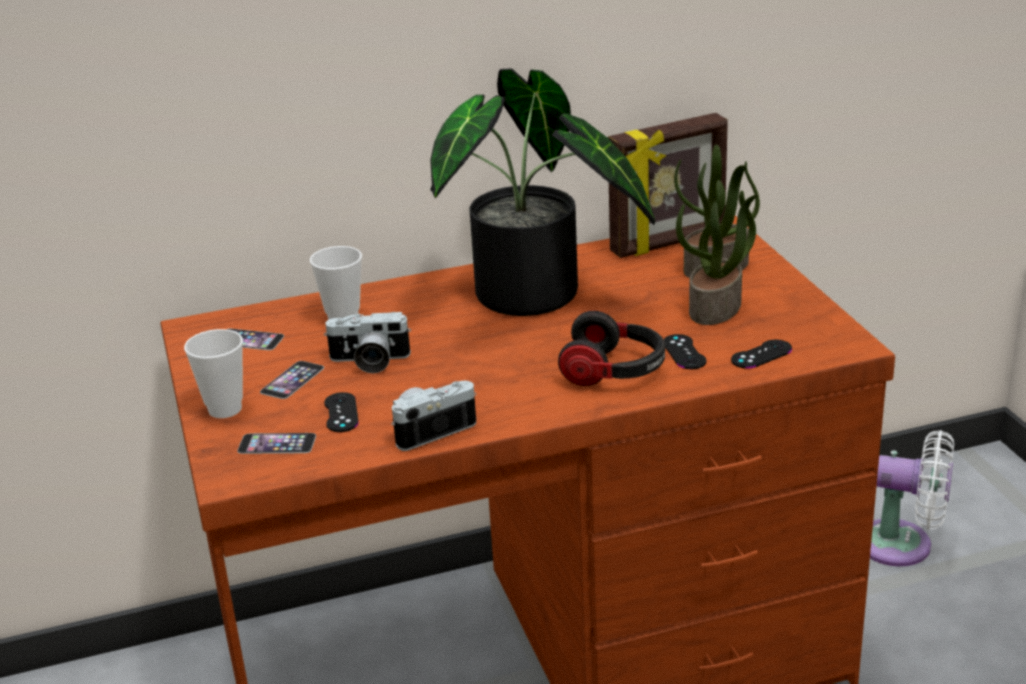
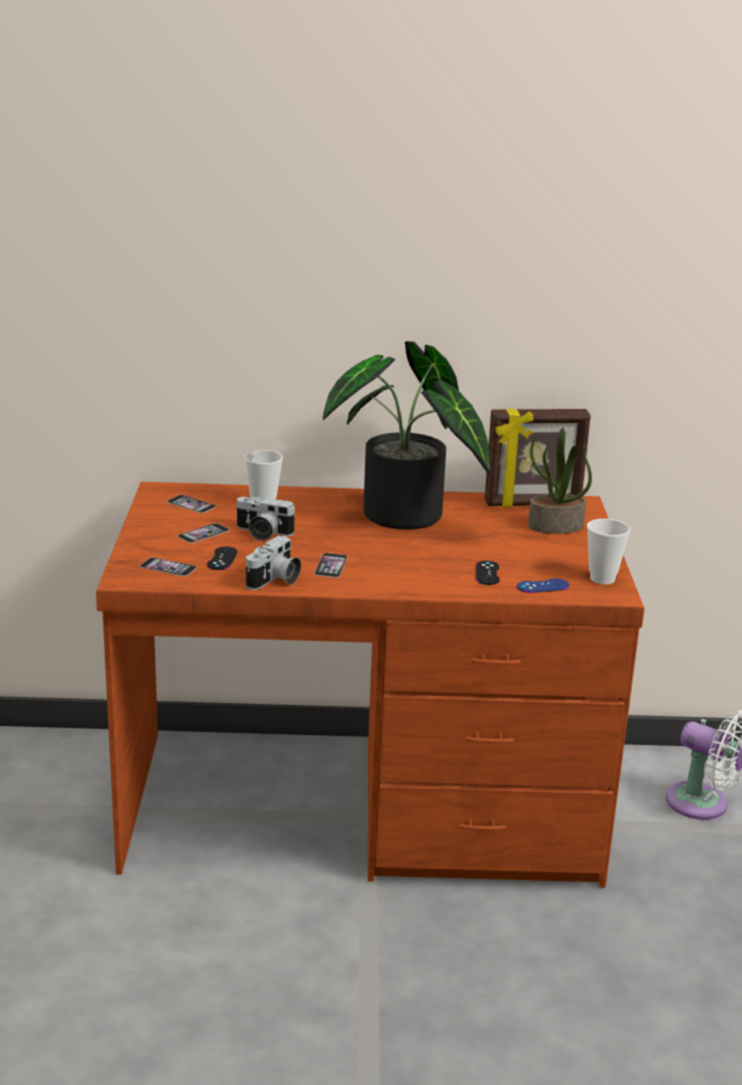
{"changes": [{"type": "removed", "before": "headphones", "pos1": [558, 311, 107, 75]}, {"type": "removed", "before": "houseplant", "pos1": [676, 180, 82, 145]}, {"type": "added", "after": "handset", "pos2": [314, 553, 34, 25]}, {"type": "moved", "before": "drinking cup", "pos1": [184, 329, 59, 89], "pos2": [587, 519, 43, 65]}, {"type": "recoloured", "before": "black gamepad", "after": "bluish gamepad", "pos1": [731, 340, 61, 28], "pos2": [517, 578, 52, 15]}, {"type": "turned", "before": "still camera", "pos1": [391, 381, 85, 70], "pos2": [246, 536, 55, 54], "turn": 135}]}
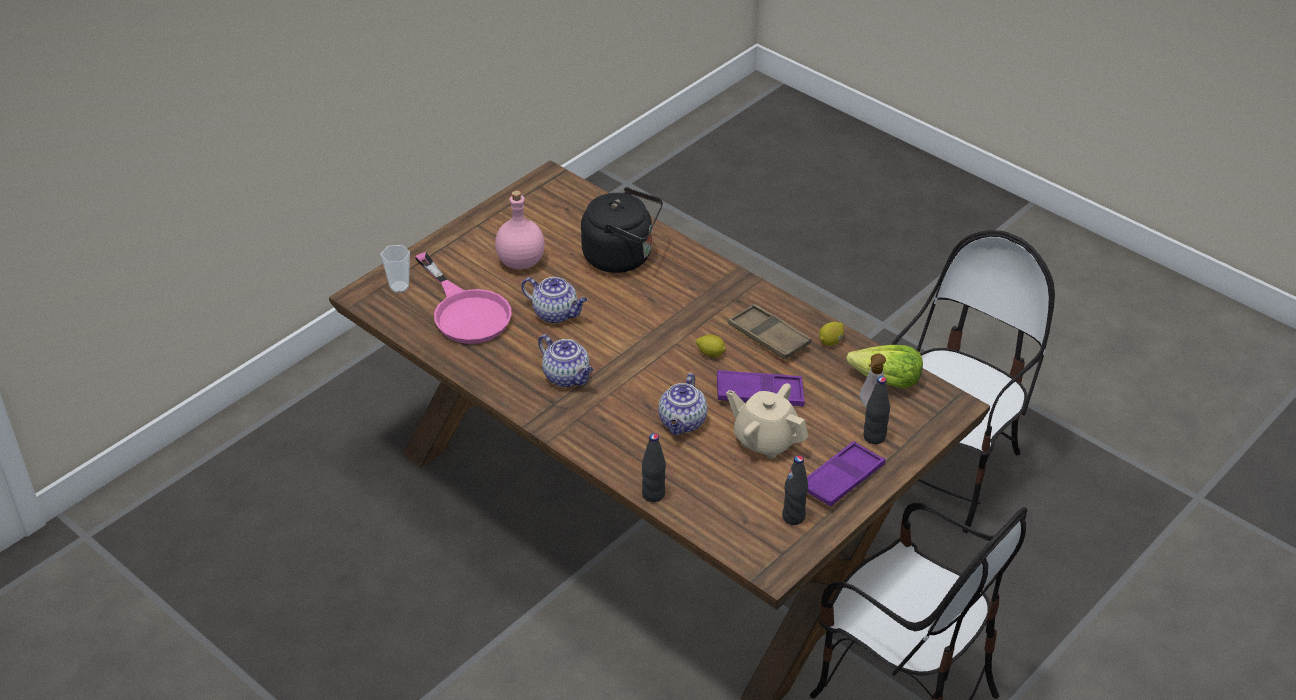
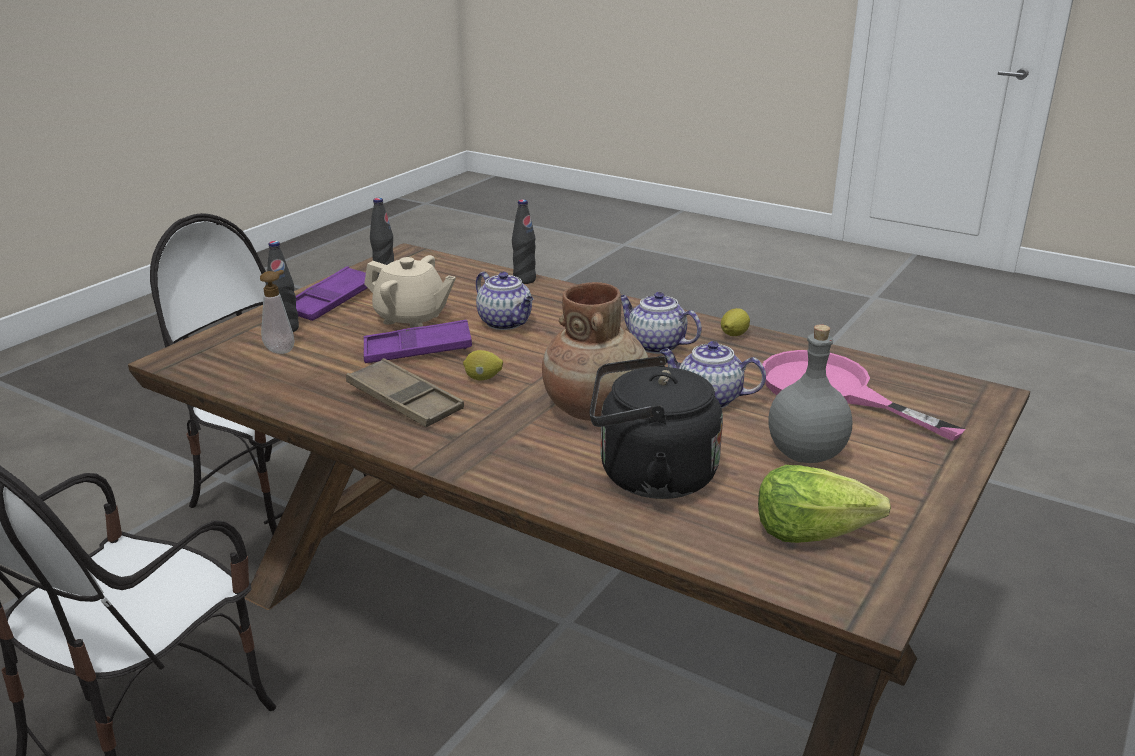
{"changes": [{"type": "removed", "before": "drinking cup", "pos1": [381, 245, 29, 48]}, {"type": "added", "after": "brownish decorative vase", "pos2": [542, 282, 106, 139]}, {"type": "moved", "before": "whole lemon", "pos1": [819, 322, 25, 24], "pos2": [721, 308, 29, 28]}, {"type": "moved", "before": "head of lettuce", "pos1": [846, 345, 77, 43], "pos2": [758, 465, 133, 78]}, {"type": "recoloured", "before": "pink-coloured bottle", "after": "gray bottle", "pos1": [495, 190, 50, 79], "pos2": [768, 324, 84, 139]}, {"type": "turned", "before": "pot for tea", "pos1": [659, 373, 48, 62], "pos2": [476, 272, 58, 58], "turn": 135}]}
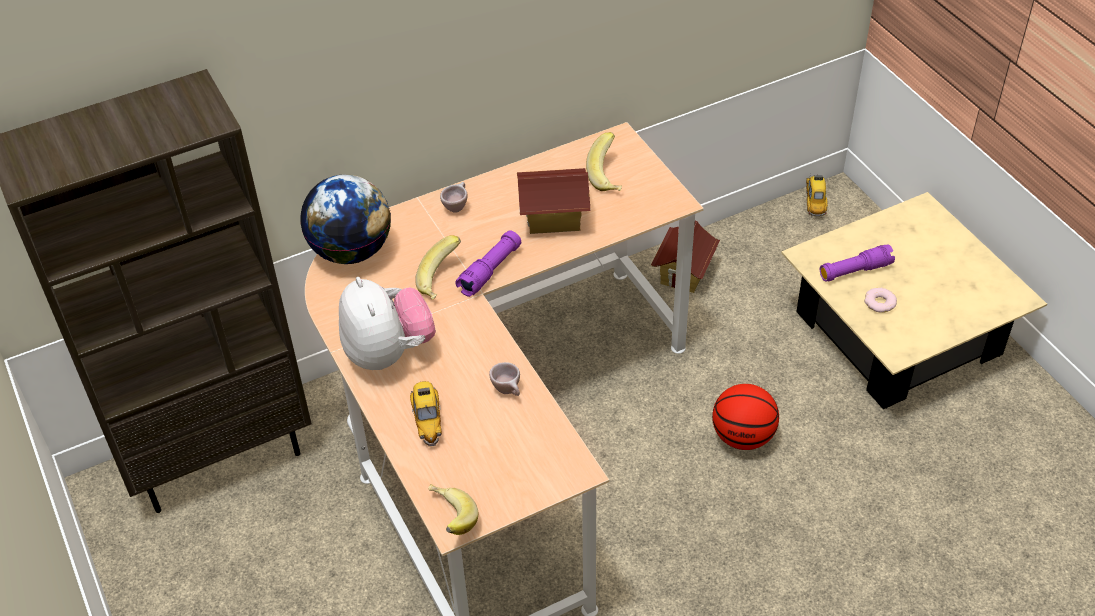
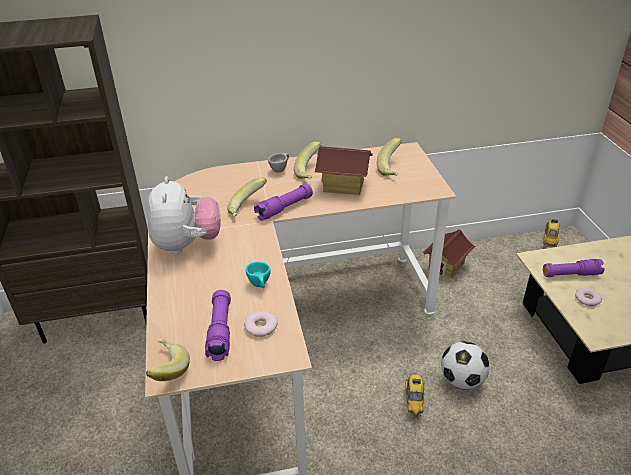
{"changes": [{"type": "removed", "before": "globe", "pos1": [300, 174, 91, 90]}, {"type": "added", "after": "purplish flashlight", "pos2": [205, 290, 26, 71]}, {"type": "added", "after": "ring doughnut", "pos2": [244, 311, 34, 26]}, {"type": "added", "after": "banana fruit", "pos2": [294, 141, 27, 38]}, {"type": "moved", "before": "miniature car", "pos1": [410, 381, 32, 66], "pos2": [405, 374, 20, 45]}, {"type": "replaced", "before": "basketball ball", "after": "football", "pos1": [712, 384, 67, 66], "pos2": [441, 341, 48, 48]}, {"type": "recoloured", "before": "beige drinking cup", "after": "blue-green drinking cup", "pos1": [489, 362, 31, 34], "pos2": [246, 262, 25, 26]}]}
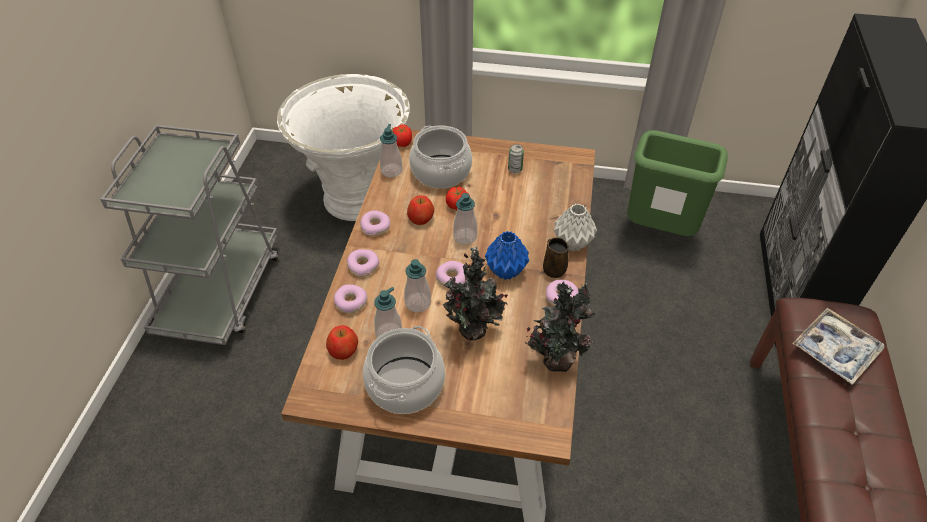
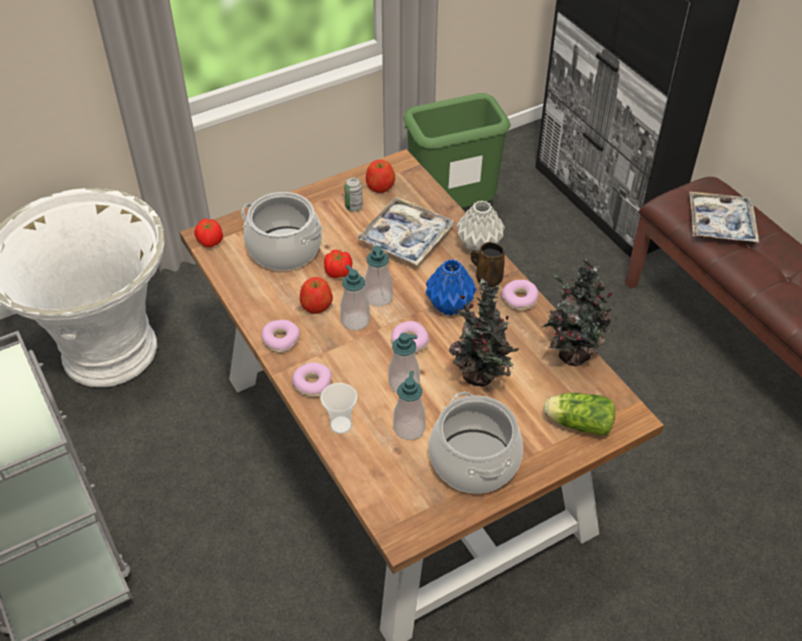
{"changes": [{"type": "added", "after": "carrying tray", "pos2": [356, 196, 98, 70]}, {"type": "added", "after": "head of lettuce", "pos2": [544, 393, 71, 43]}, {"type": "moved", "before": "apple", "pos1": [326, 325, 32, 35], "pos2": [366, 160, 29, 33]}, {"type": "moved", "before": "soap bottle", "pos1": [380, 124, 22, 53], "pos2": [340, 265, 30, 65]}, {"type": "replaced", "before": "ring doughnut", "after": "drinking cup", "pos1": [334, 284, 34, 29], "pos2": [321, 383, 36, 51]}]}
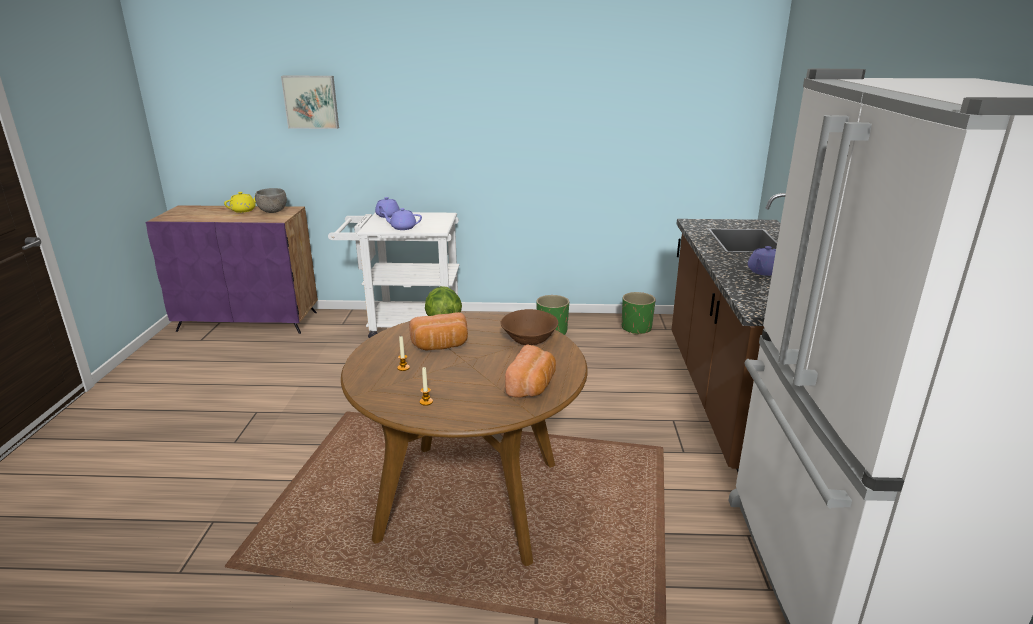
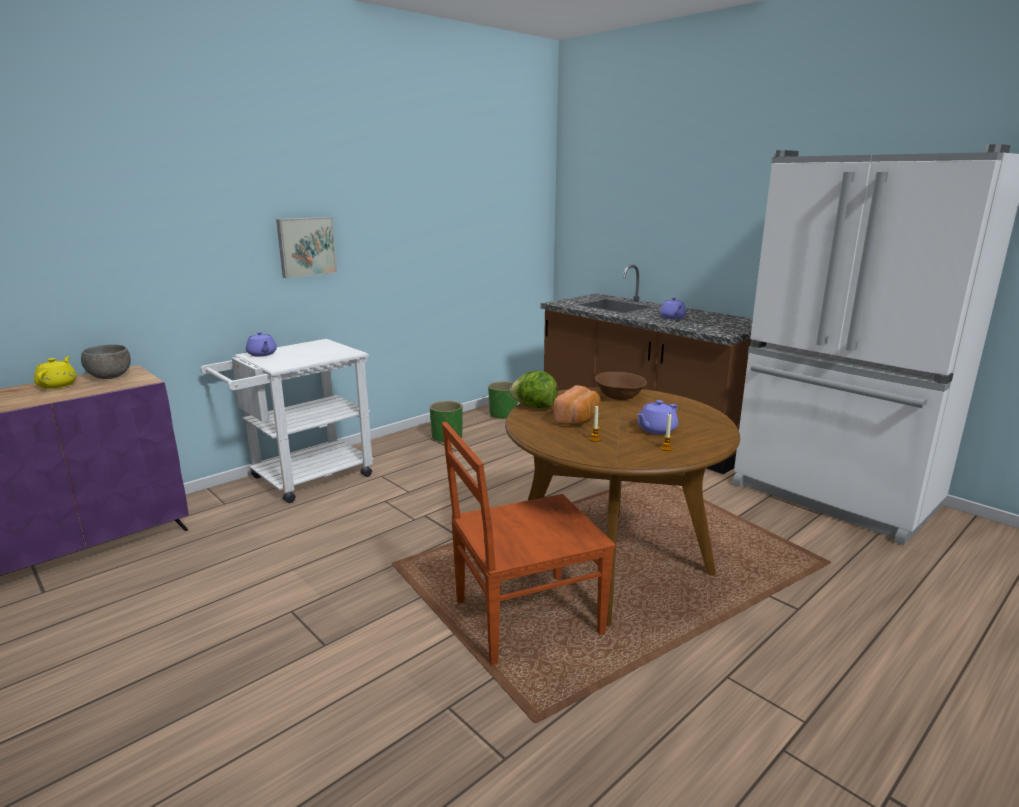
{"changes": [{"type": "removed", "before": "bakery bread", "pos1": [505, 345, 51, 52]}, {"type": "added", "after": "brownish plain chair", "pos2": [442, 422, 173, 243]}, {"type": "moved", "before": "wall picture", "pos1": [281, 76, 58, 53], "pos2": [276, 217, 61, 61]}, {"type": "moved", "before": "purplish pot for tea", "pos1": [381, 208, 41, 22], "pos2": [637, 400, 41, 34]}]}
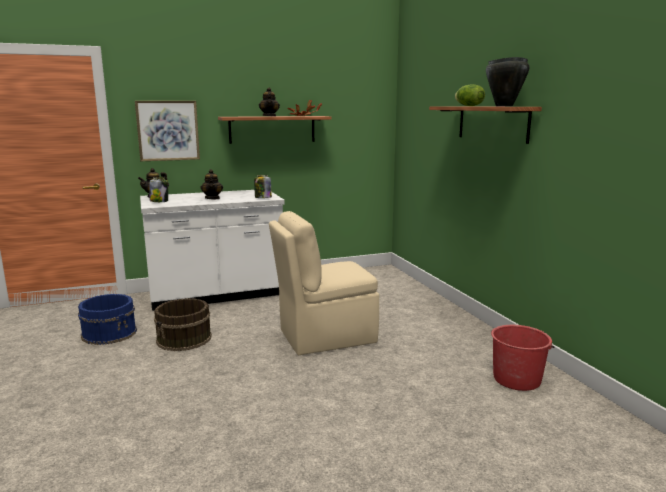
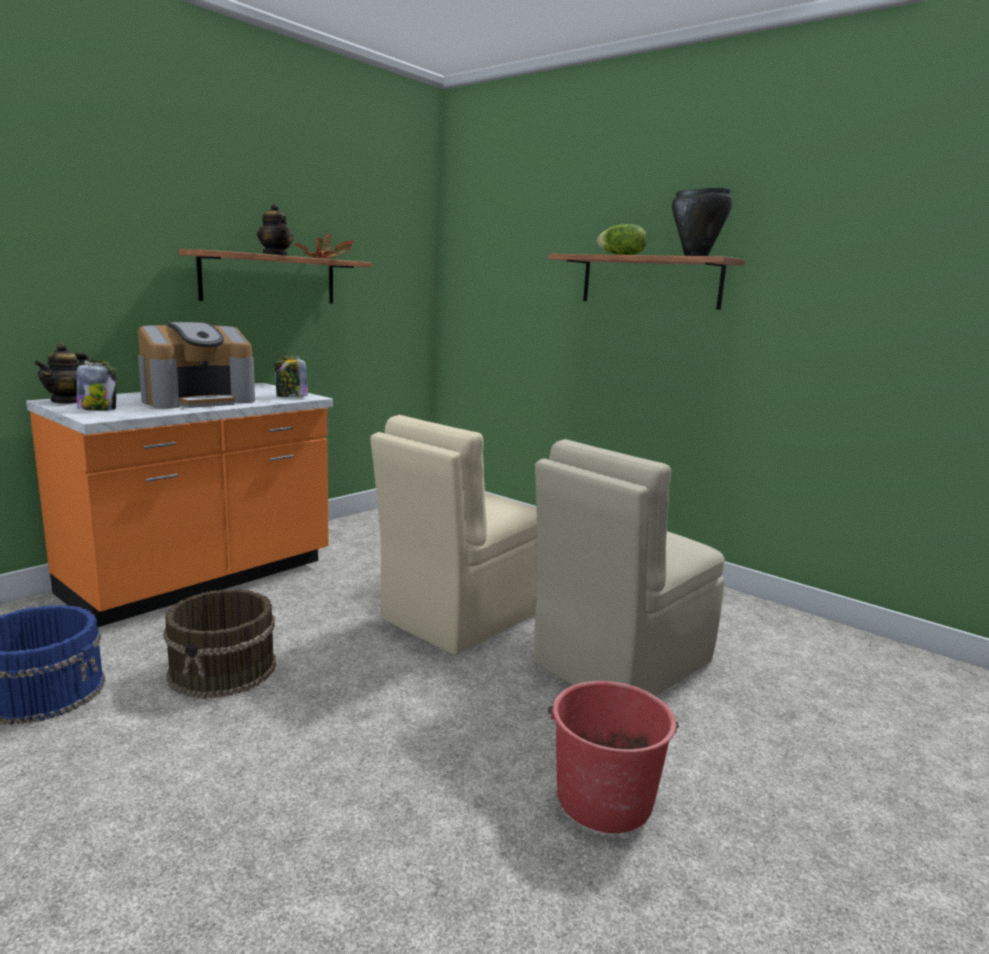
{"changes": [{"type": "removed", "before": "wall picture", "pos1": [135, 101, 65, 60]}, {"type": "added", "after": "beige plain chair", "pos2": [533, 439, 192, 257]}, {"type": "moved", "before": "reddish bucket", "pos1": [491, 325, 64, 66], "pos2": [548, 681, 131, 152]}, {"type": "replaced", "before": "pot for tea", "after": "coffee maker", "pos1": [201, 169, 22, 30], "pos2": [138, 322, 117, 87]}, {"type": "recoloured", "before": "white kitchen counter", "after": "orange kitchen counter", "pos1": [140, 190, 145, 121], "pos2": [26, 383, 307, 244]}]}
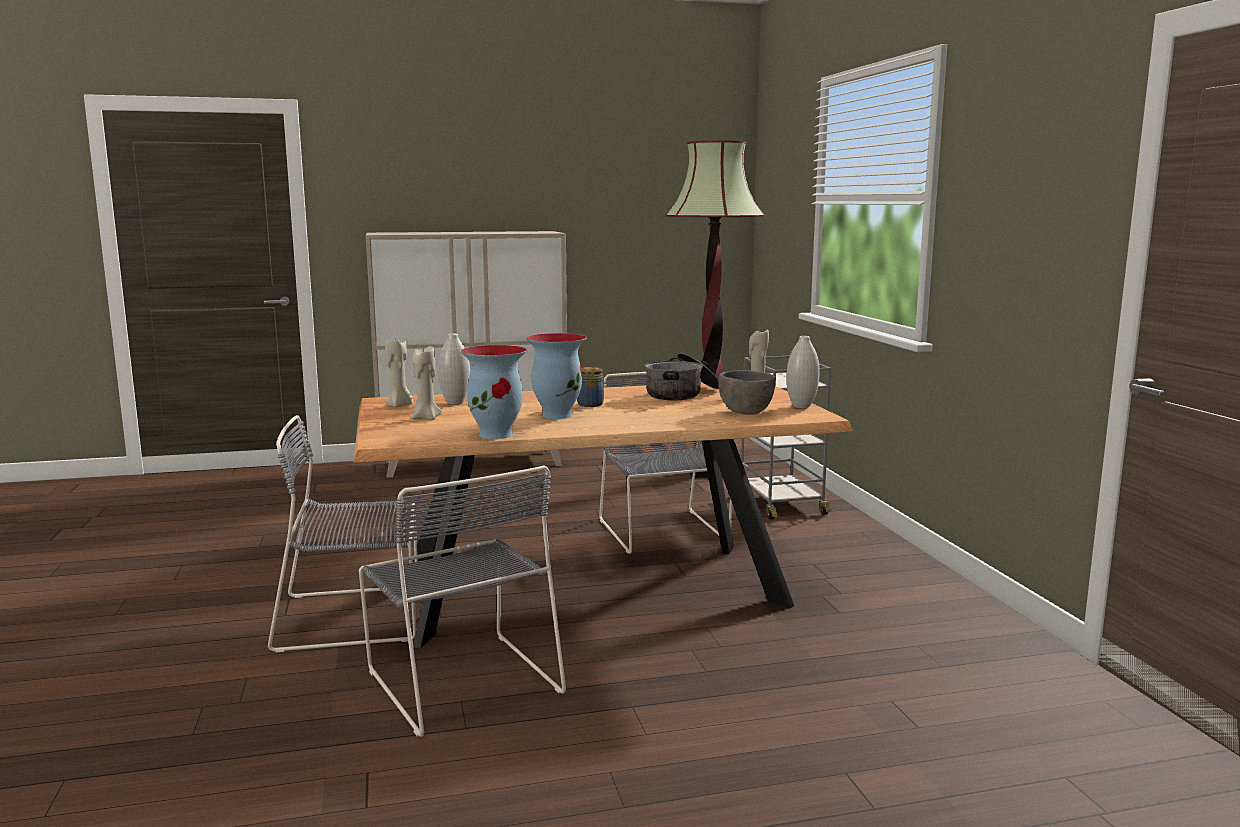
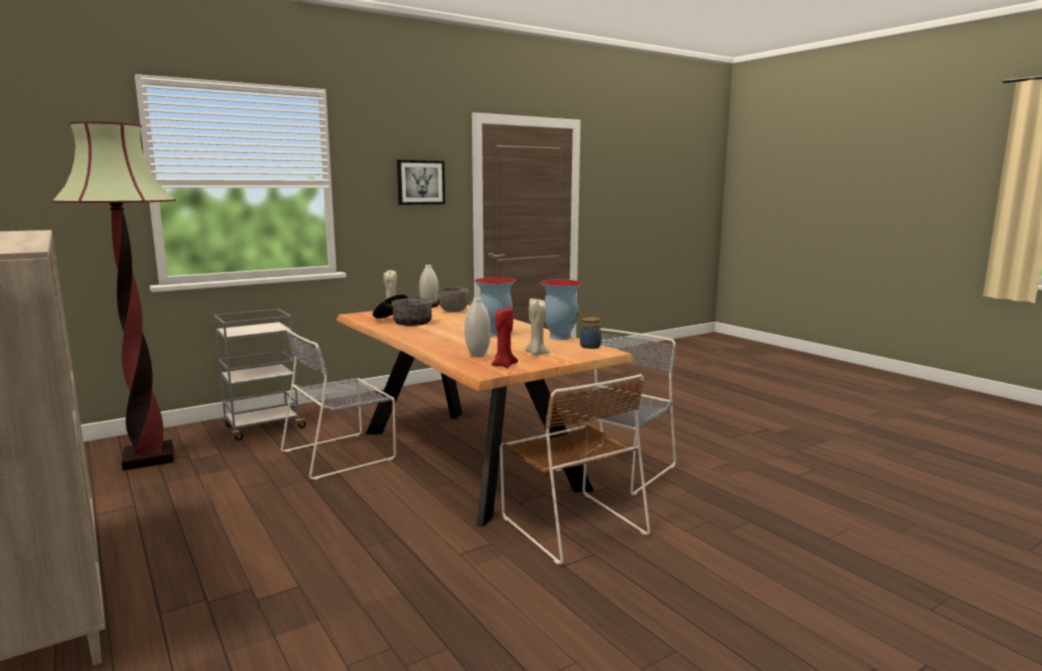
{"changes": [{"type": "added", "after": "wall picture", "pos2": [397, 160, 48, 45]}, {"type": "moved", "before": "storage jar", "pos1": [577, 367, 27, 40], "pos2": [580, 317, 21, 32]}, {"type": "recoloured", "before": "gray plain chair", "after": "brownish plain chair", "pos1": [268, 415, 150, 238], "pos2": [500, 374, 150, 191]}, {"type": "recoloured", "before": "beige candle", "after": "reddish candle", "pos1": [385, 338, 28, 69], "pos2": [491, 307, 27, 61]}]}
